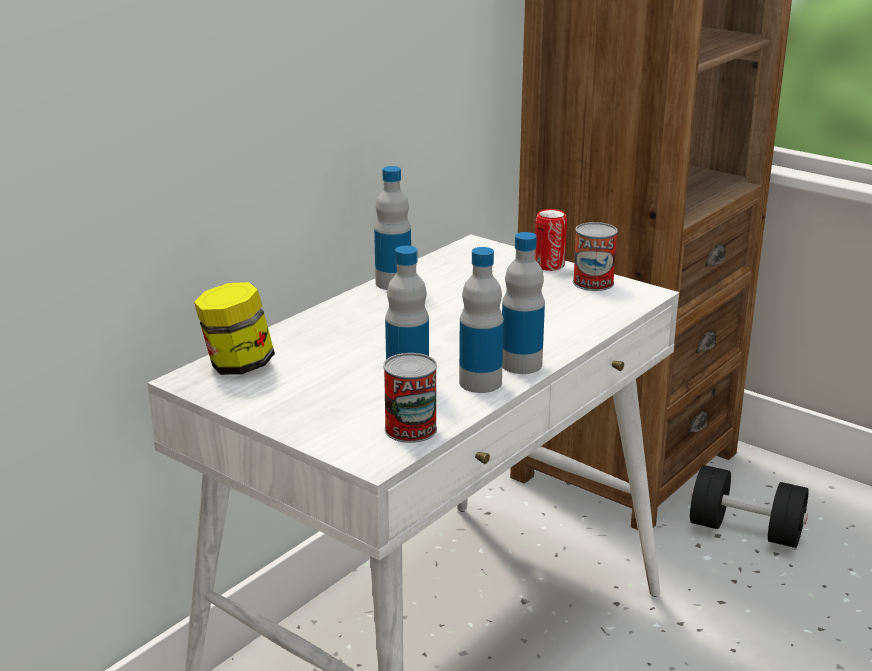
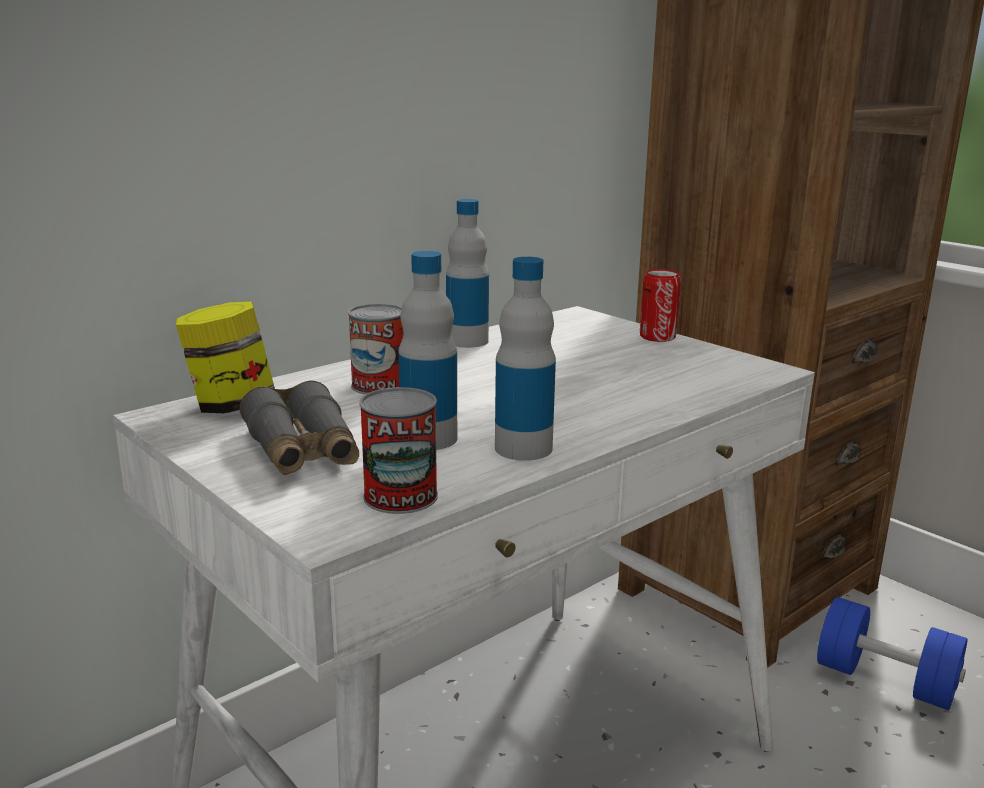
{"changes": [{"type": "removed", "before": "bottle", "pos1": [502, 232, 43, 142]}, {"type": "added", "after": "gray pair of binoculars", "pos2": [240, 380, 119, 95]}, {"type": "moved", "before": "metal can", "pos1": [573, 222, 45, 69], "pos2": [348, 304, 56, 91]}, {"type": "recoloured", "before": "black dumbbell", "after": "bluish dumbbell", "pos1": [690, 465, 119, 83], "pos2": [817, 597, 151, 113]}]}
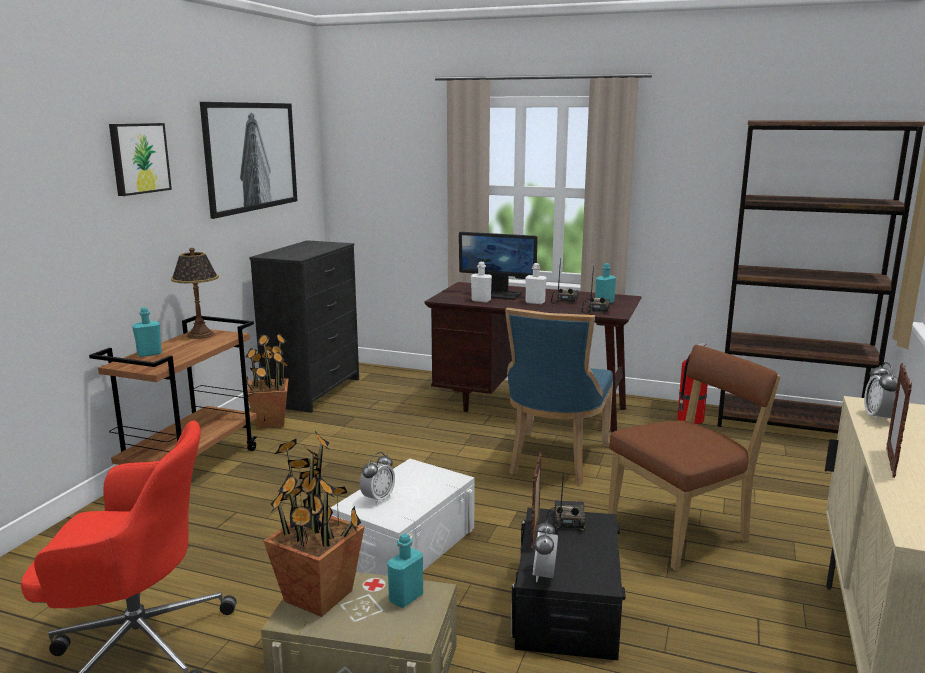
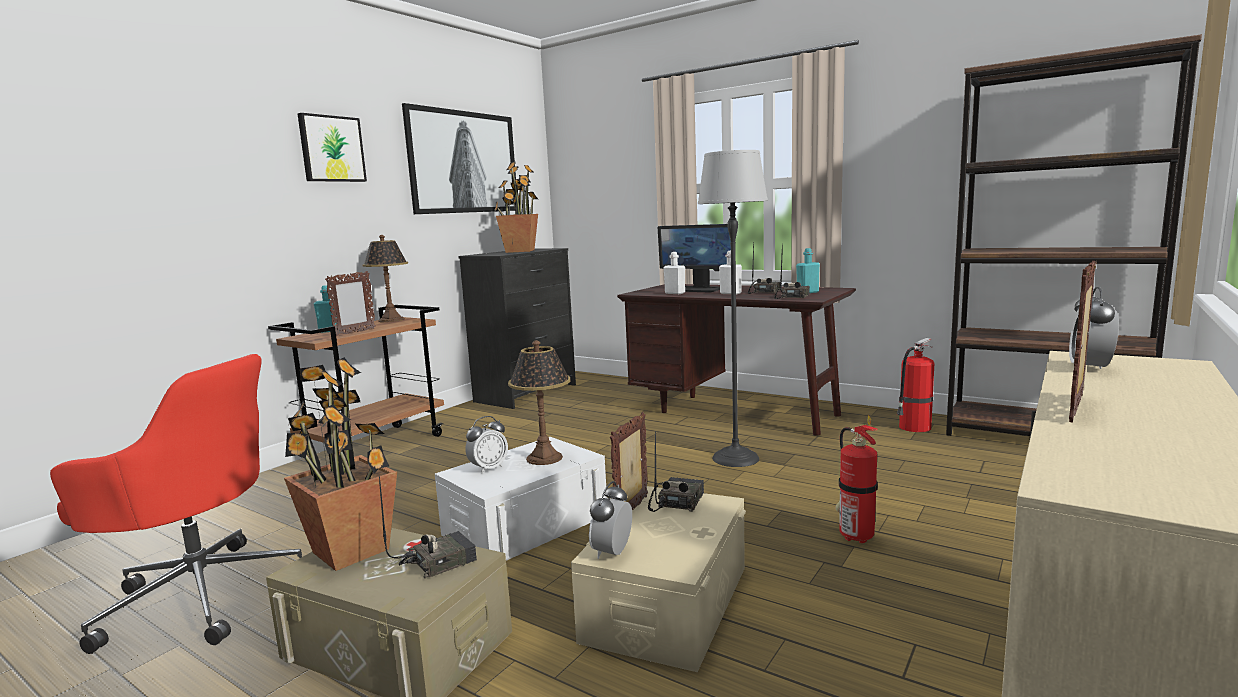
{"changes": [{"type": "added", "after": "picture frame", "pos2": [325, 271, 51, 65]}, {"type": "added", "after": "lamp for a table", "pos2": [508, 340, 63, 125]}, {"type": "moved", "before": "houseplant", "pos1": [242, 334, 48, 95], "pos2": [494, 162, 44, 91]}, {"type": "replaced", "before": "blue-green bottle", "after": "radio", "pos1": [387, 533, 36, 75], "pos2": [379, 477, 98, 101]}, {"type": "replaced", "before": "bluish plain chair", "after": "floor lamp", "pos1": [505, 308, 108, 177], "pos2": [698, 150, 70, 317]}, {"type": "replaced", "before": "brownish plain chair", "after": "fire-fighting cylinder", "pos1": [608, 345, 173, 225], "pos2": [835, 415, 43, 129]}, {"type": "recoloured", "before": "black storage container", "after": "beige storage container", "pos1": [511, 508, 115, 152], "pos2": [571, 486, 175, 186]}]}
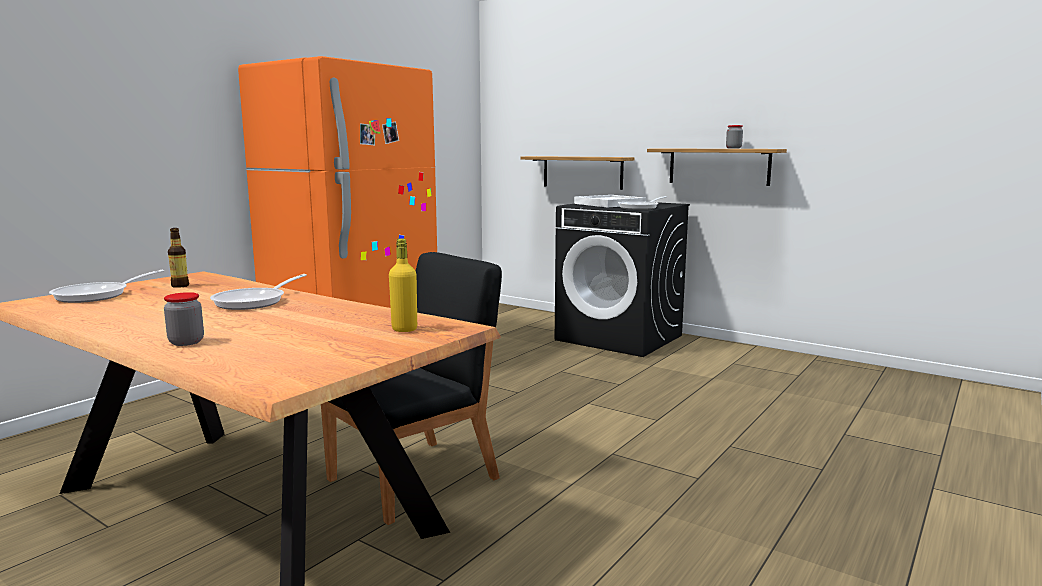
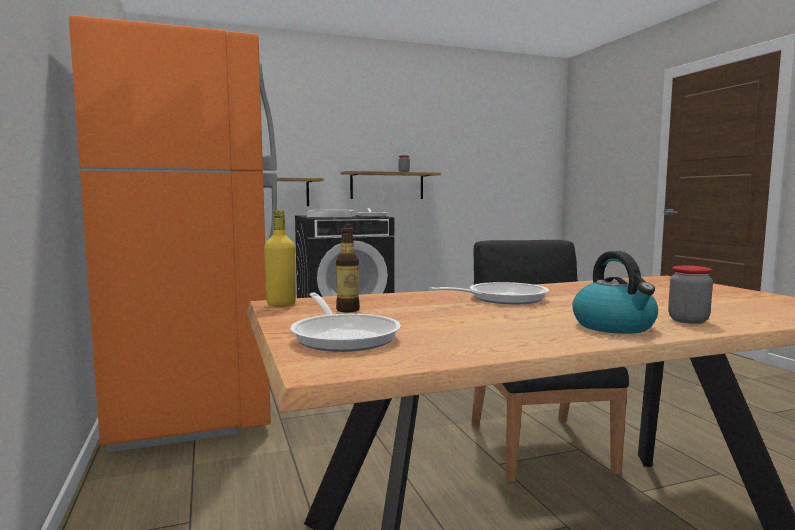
{"changes": [{"type": "added", "after": "tea kettle", "pos2": [572, 251, 86, 83]}, {"type": "moved", "before": "yellow-coloured bottle", "pos1": [389, 238, 28, 94], "pos2": [264, 210, 32, 96]}, {"type": "turned", "before": "skillet", "pos1": [210, 274, 97, 36], "pos2": [430, 282, 119, 22], "turn": -90}]}
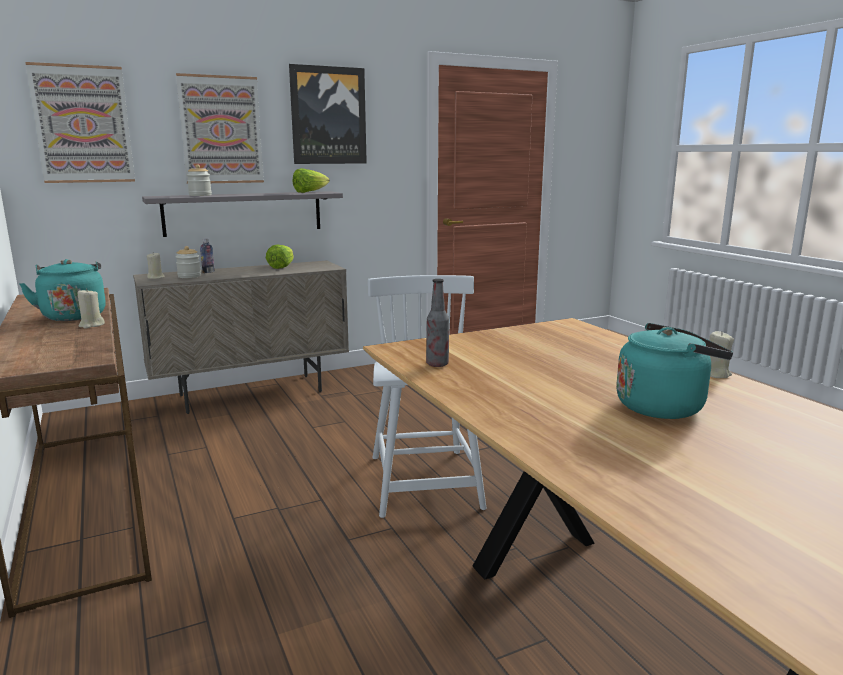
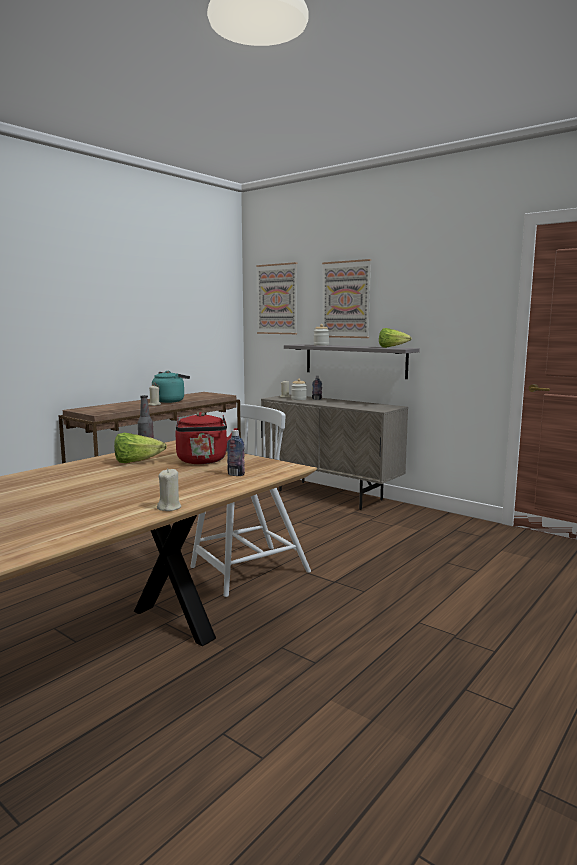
{"changes": [{"type": "removed", "before": "wall picture", "pos1": [289, 64, 78, 100]}, {"type": "removed", "before": "blue-green tea kettle", "pos1": [616, 323, 117, 96]}, {"type": "added", "after": "reddish tea kettle", "pos2": [176, 412, 62, 52]}, {"type": "added", "after": "bottle", "pos2": [227, 430, 18, 46]}, {"type": "moved", "before": "head of lettuce", "pos1": [266, 244, 27, 25], "pos2": [114, 433, 53, 30]}]}
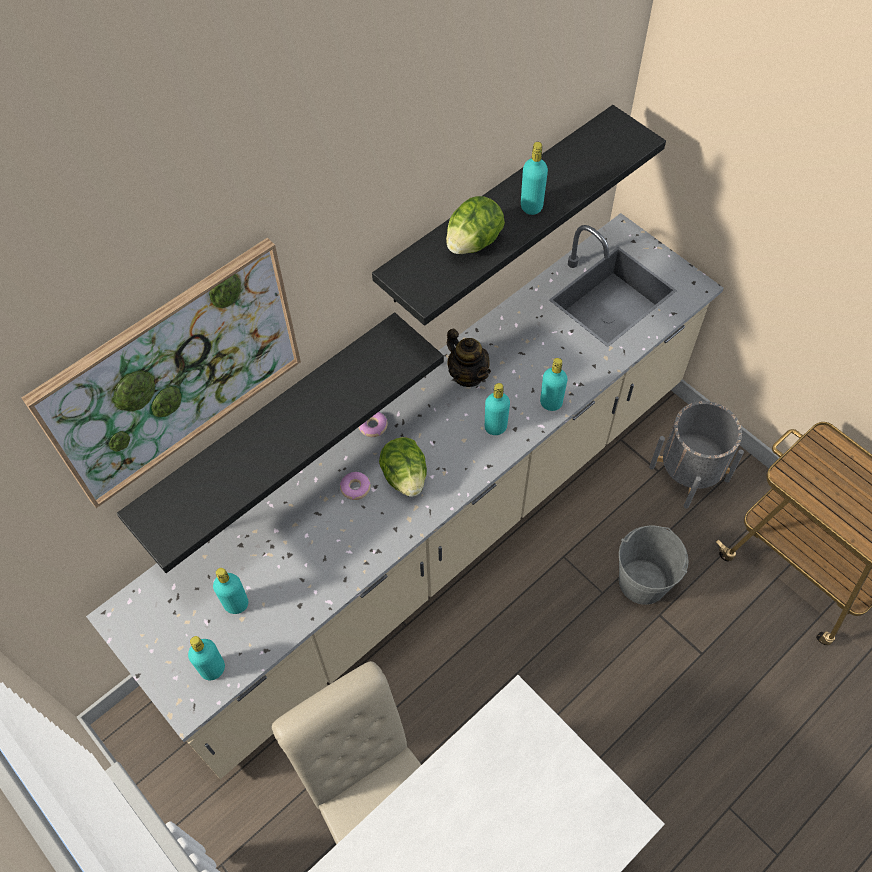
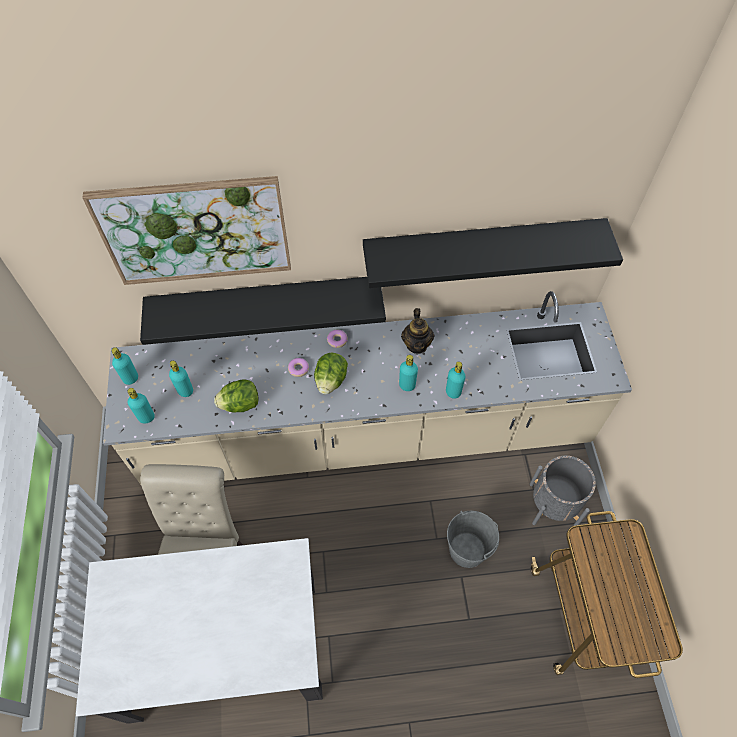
{"changes": [{"type": "moved", "before": "head of lettuce", "pos1": [446, 196, 59, 58], "pos2": [214, 379, 45, 33]}, {"type": "moved", "before": "blue-green bottle", "pos1": [521, 142, 27, 73], "pos2": [111, 347, 27, 38]}]}
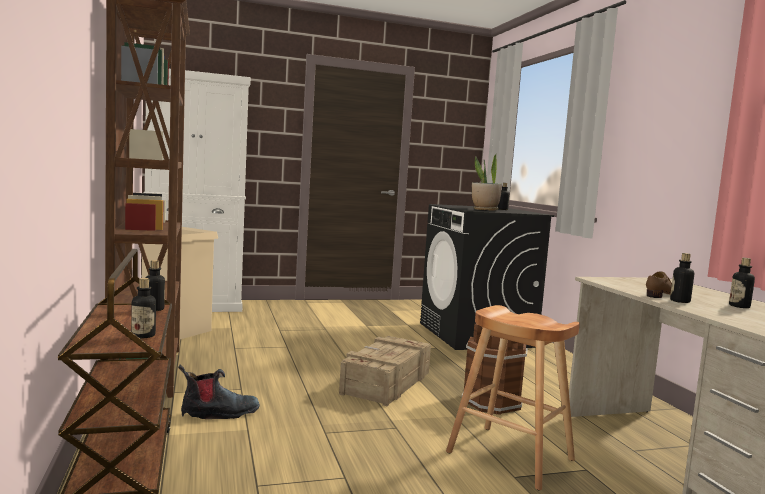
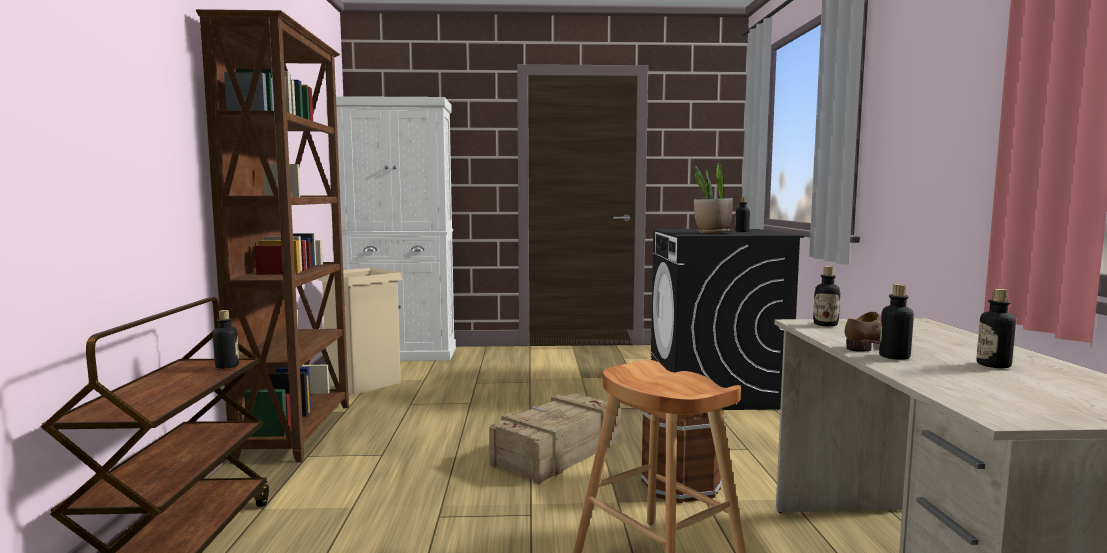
{"changes": [{"type": "removed", "before": "boot", "pos1": [178, 365, 82, 54]}, {"type": "moved", "before": "bottle", "pos1": [131, 278, 25, 60], "pos2": [813, 266, 27, 61]}]}
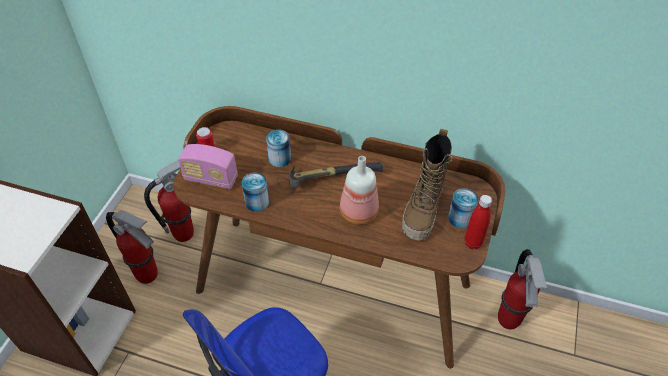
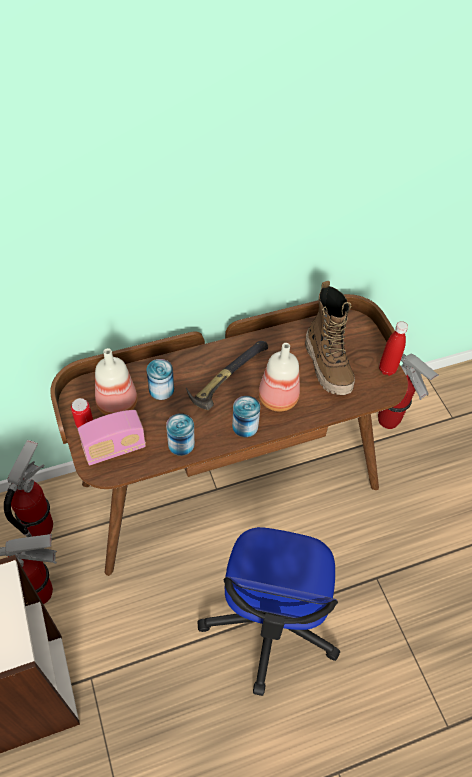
{"changes": [{"type": "added", "after": "bottle", "pos2": [95, 348, 43, 67]}, {"type": "moved", "before": "metal can", "pos1": [448, 188, 30, 40], "pos2": [232, 396, 28, 41]}]}
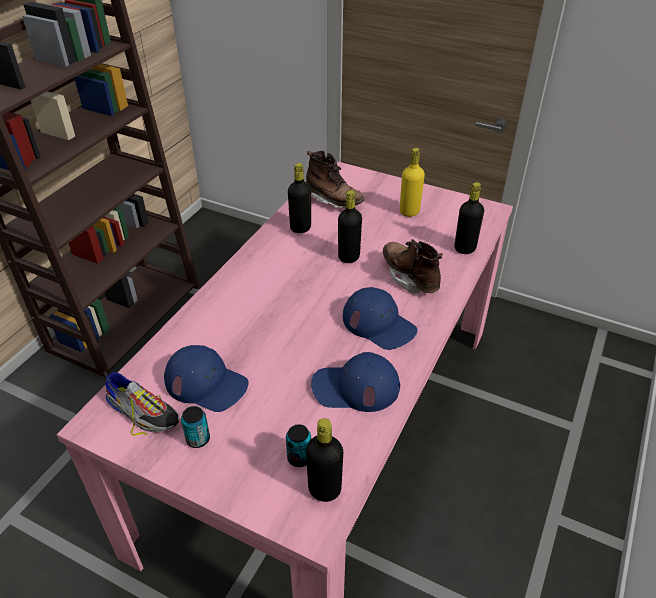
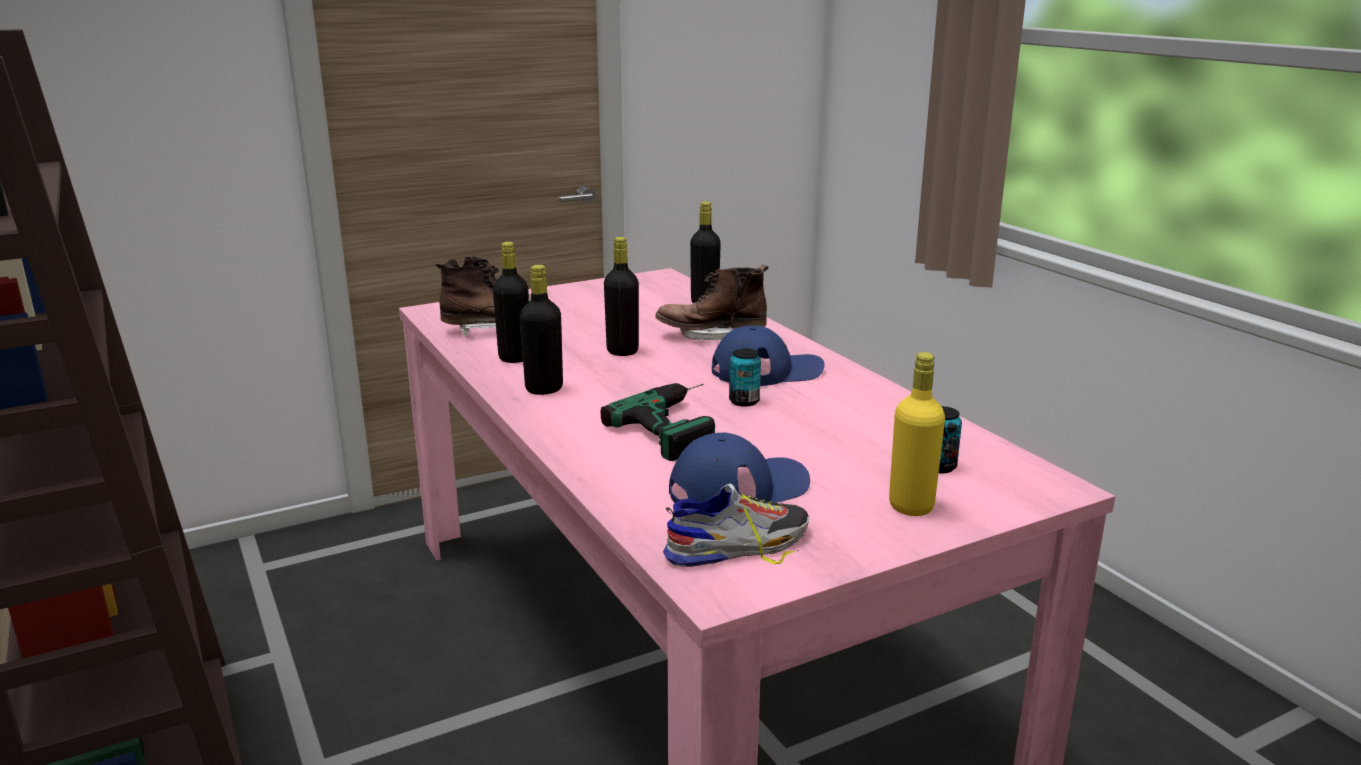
{"changes": [{"type": "removed", "before": "bluish peaked cap", "pos1": [311, 352, 89, 60]}, {"type": "added", "after": "drill", "pos2": [601, 383, 114, 78]}, {"type": "moved", "before": "metal can", "pos1": [181, 406, 29, 42], "pos2": [729, 348, 32, 59]}, {"type": "moved", "before": "black bottle", "pos1": [306, 418, 37, 84], "pos2": [520, 265, 43, 130]}, {"type": "moved", "before": "yellow-coloured bottle", "pos1": [400, 148, 25, 69], "pos2": [889, 352, 56, 164]}]}
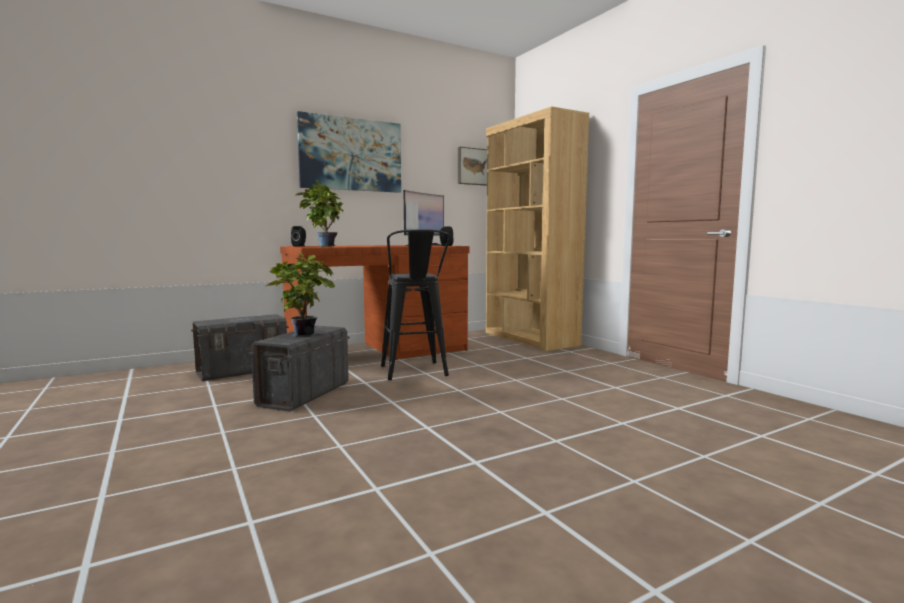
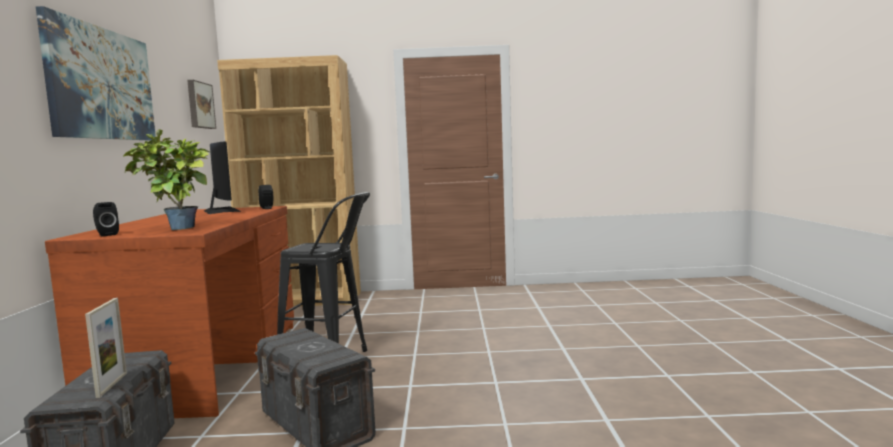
{"changes": [{"type": "removed", "before": "houseplant", "pos1": [266, 252, 69, 84]}, {"type": "added", "after": "picture frame", "pos2": [85, 298, 42, 100]}]}
